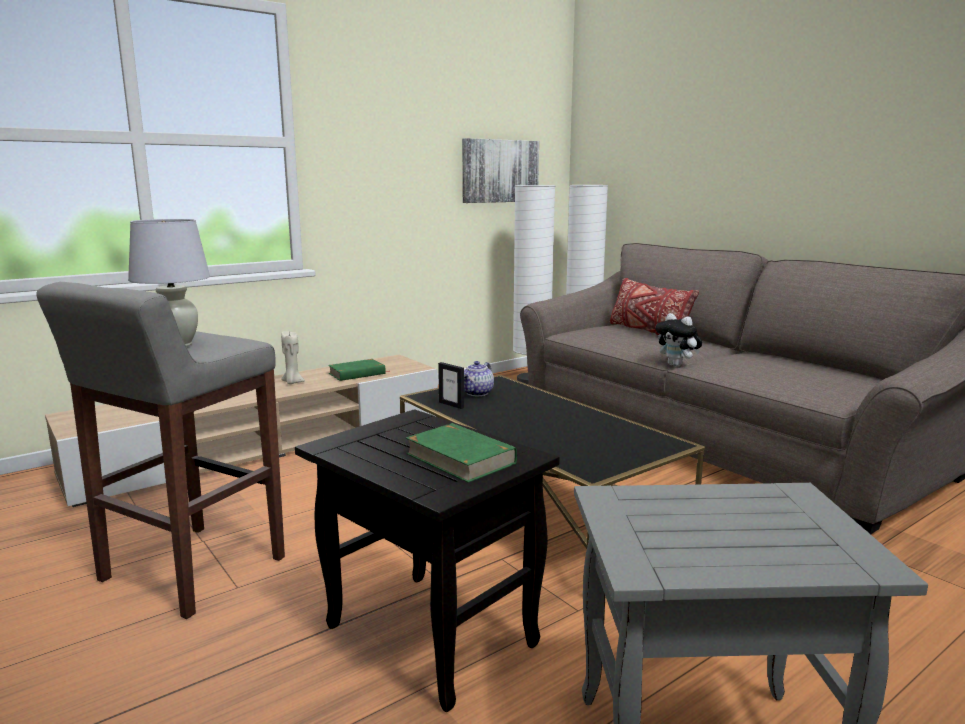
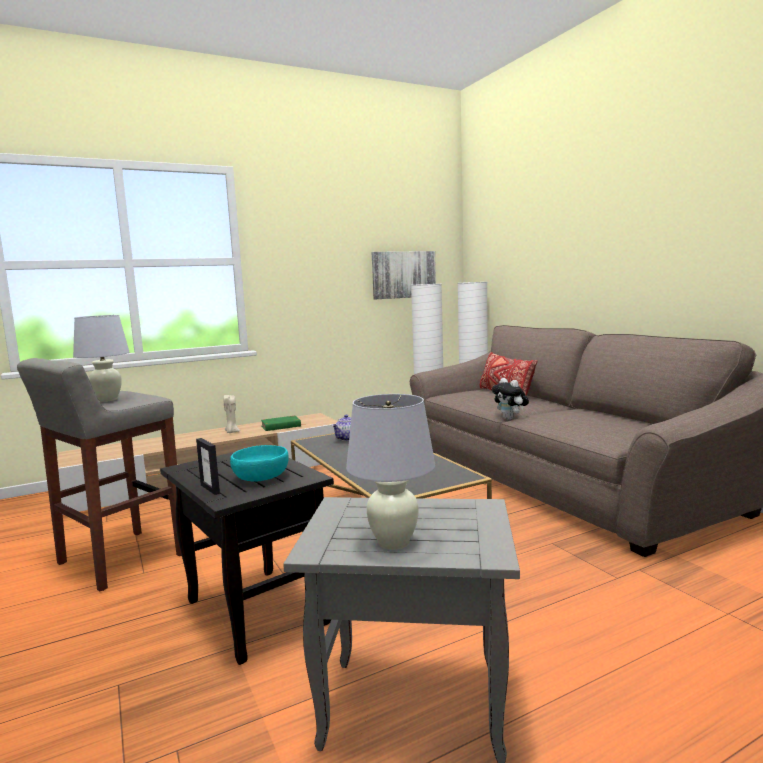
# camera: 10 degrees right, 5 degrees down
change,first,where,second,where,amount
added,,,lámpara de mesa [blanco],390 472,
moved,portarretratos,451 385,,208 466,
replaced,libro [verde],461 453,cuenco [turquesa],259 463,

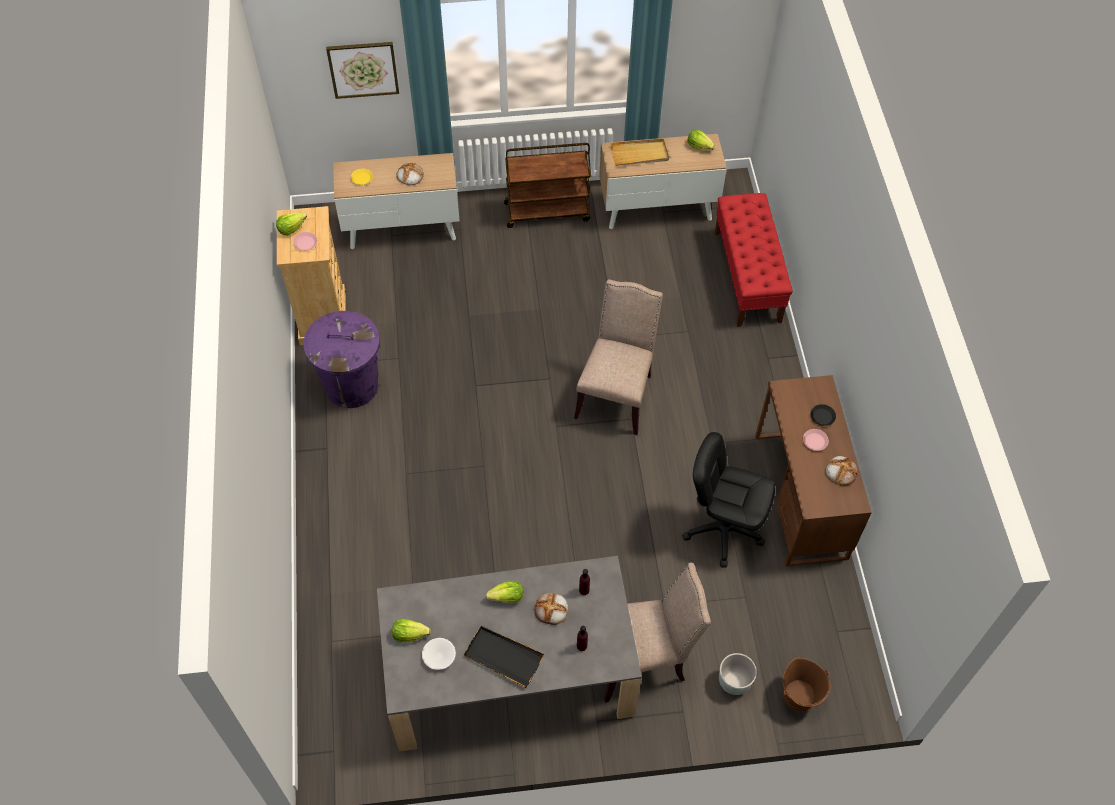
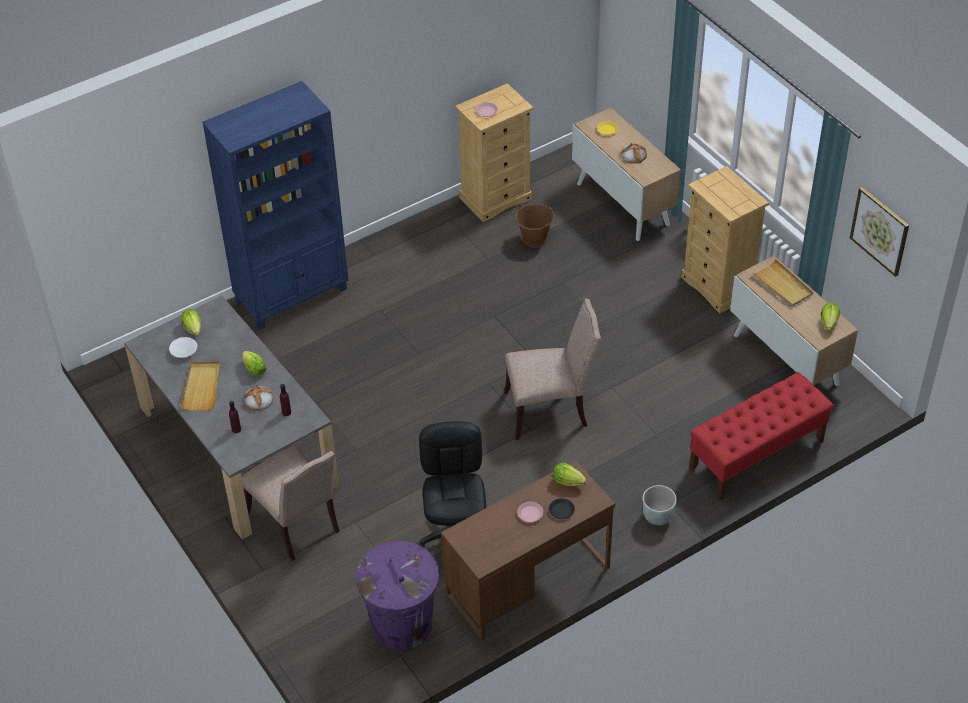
# camera: 65 degrees right, 10 degrees down
change,first,where,second,where,amount
removed,pan,842 471,,,
added,,,estantería [azul],275 205,
moved,lechuga,291 223,,570 474,
moved,papelera [morado],341 359,,397 595,
moved,cuadro,362 70,,879 232,
moved,maceta [gris],738 674,,660 505,
moved,cubo [marrón],807 684,,534 226,
replaced,carrito [marrón],547 185,cómoda [beis],725 239,
recoloured,bandeja [negro],504 657,bandeja [beis],200 386,

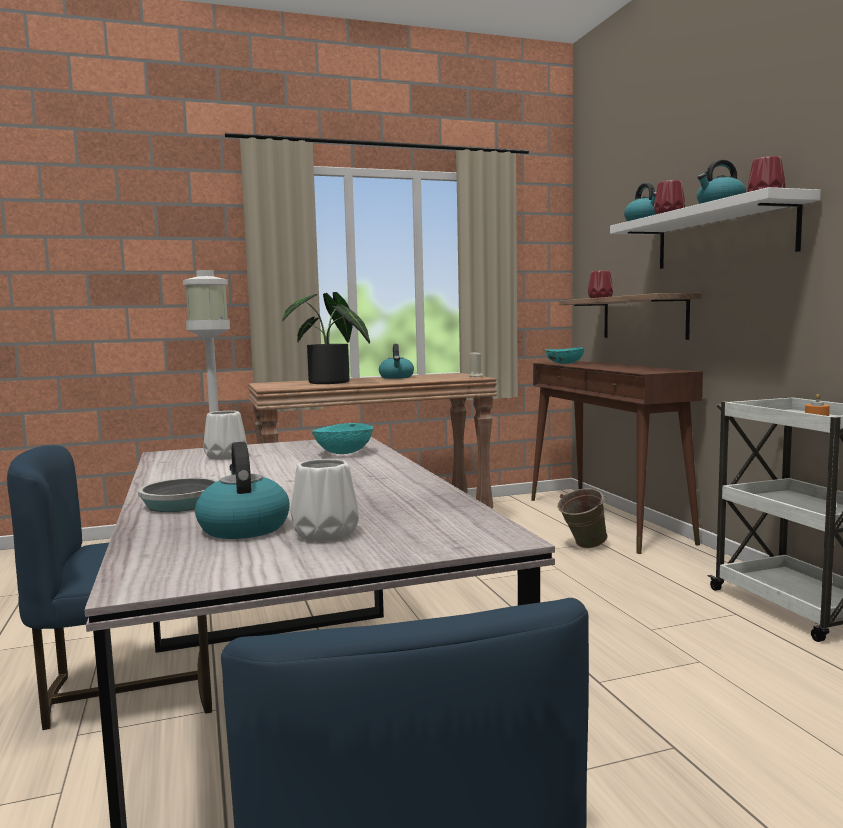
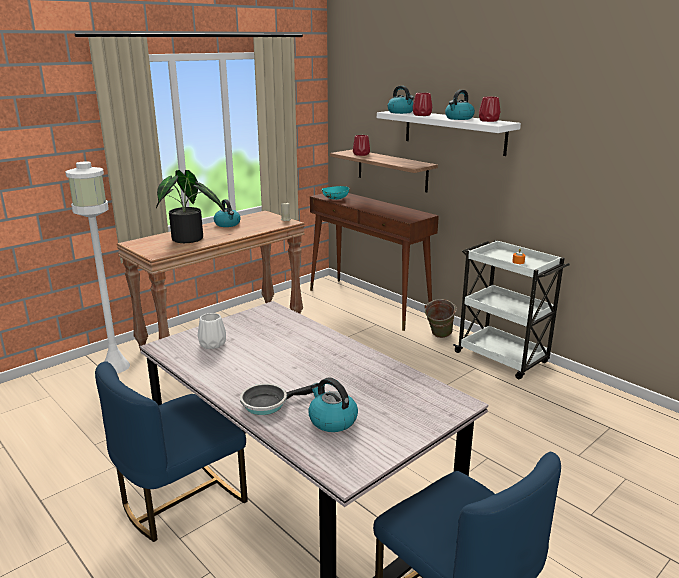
# camera: 25 degrees left, 15 degrees up
change,first,where,second,where,amount
removed,florero [blanco],325 500,,,
removed,cuenco [turquesa],342 438,,,
moved,cubo [verde],583 518,,440 318,

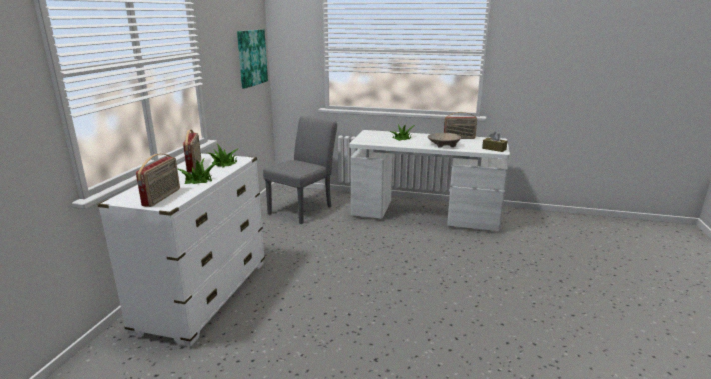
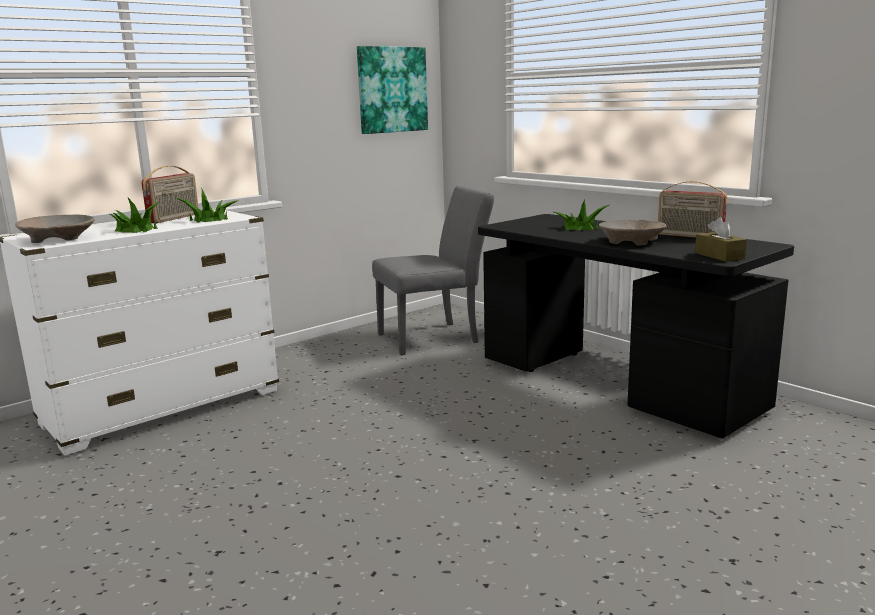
# camera: 35 degrees right, 5 degrees down
change,first,where,second,where,amount
replaced,radio,158 180,cuenco [beis],54 229,
recoloured,escritorio [blanco],430 180,escritorio [negro],636 326,

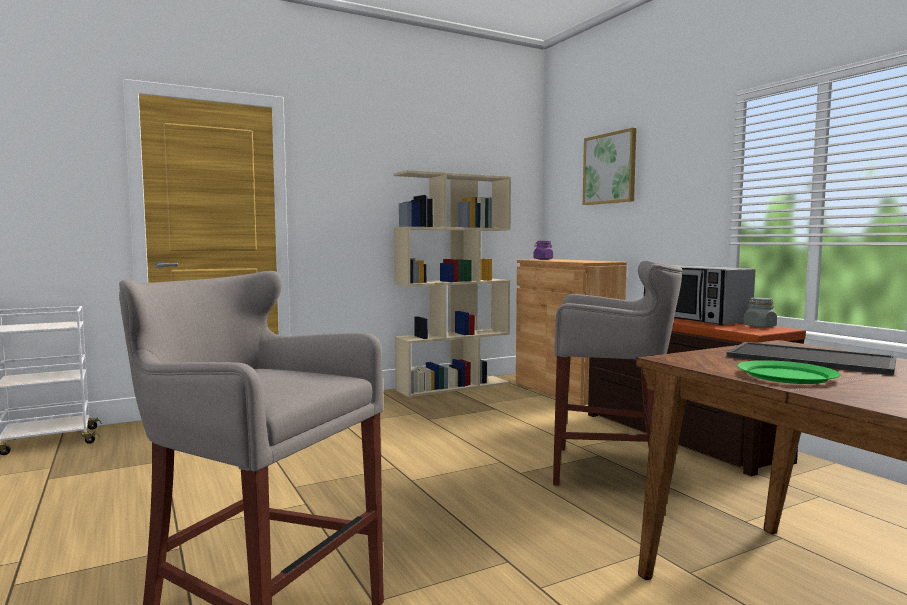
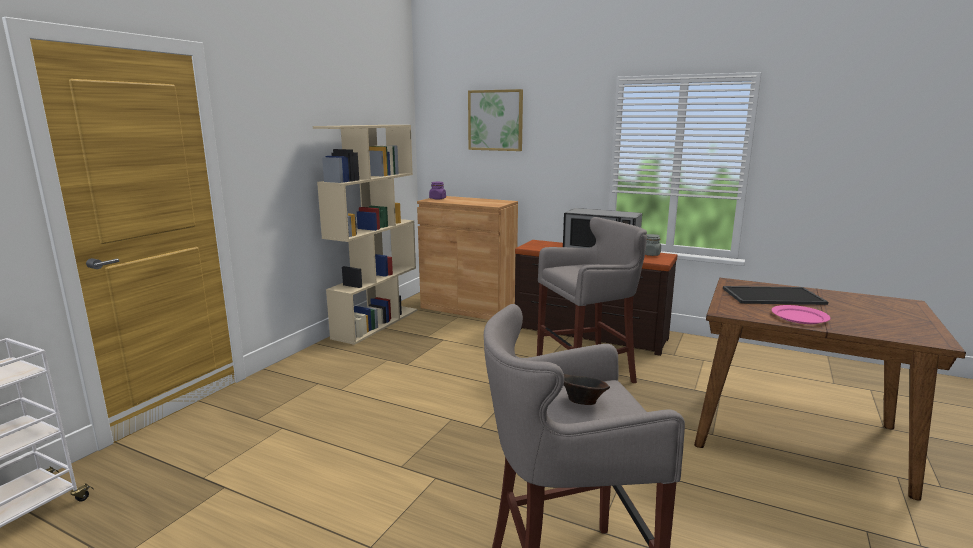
# camera: 35 degrees left, 10 degrees up
change,first,where,second,where,amount
added,,,cuenco [marrón],586 389,
recoloured,plato [verde],788 372,plato [rosa],800 314,

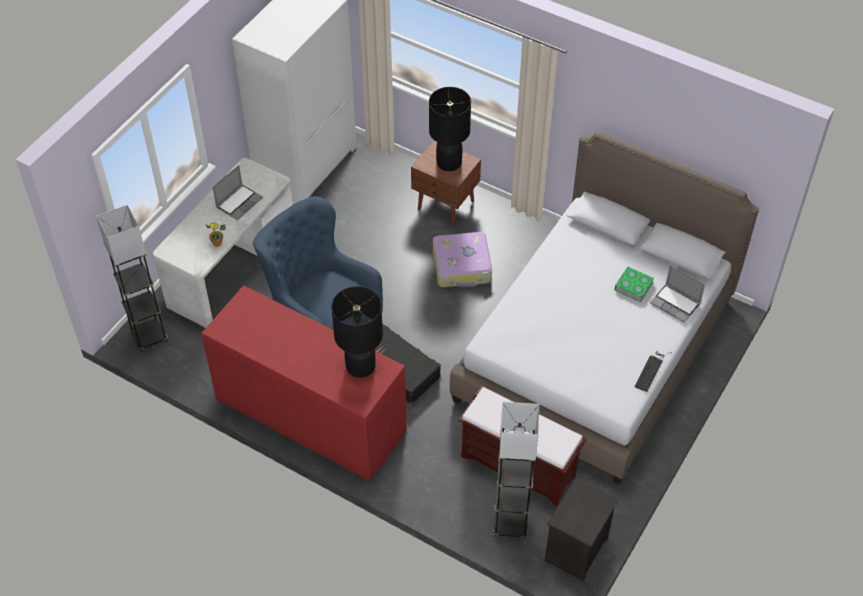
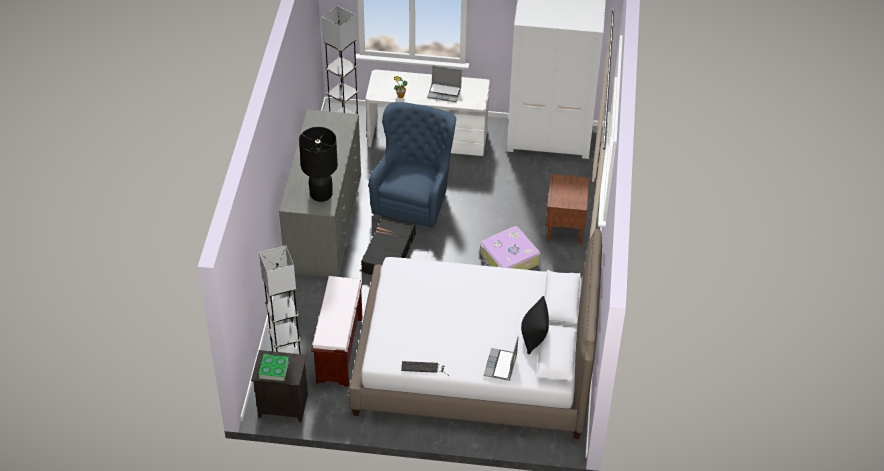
# camera: 65 degrees right, 5 degrees down
change,first,where,second,where,amount
removed,lámpara de mesa [negro],450 129,,,
added,,,cojín [negro],535 325,
moved,libro,634 284,,273 367,
recoloured,cómoda [rojo],304 383,cómoda [gris],320 193,

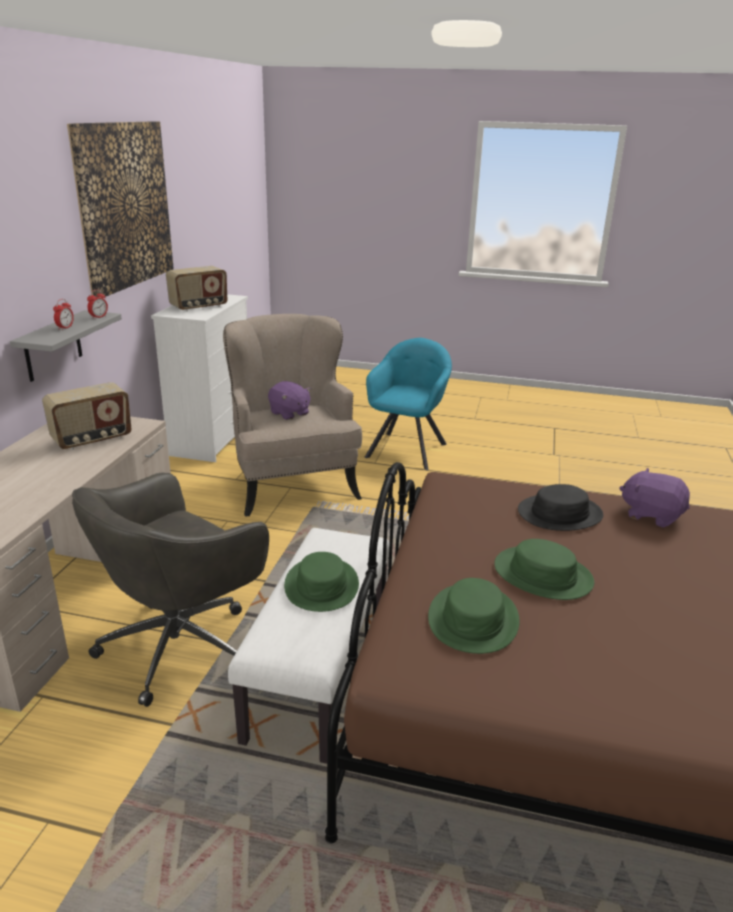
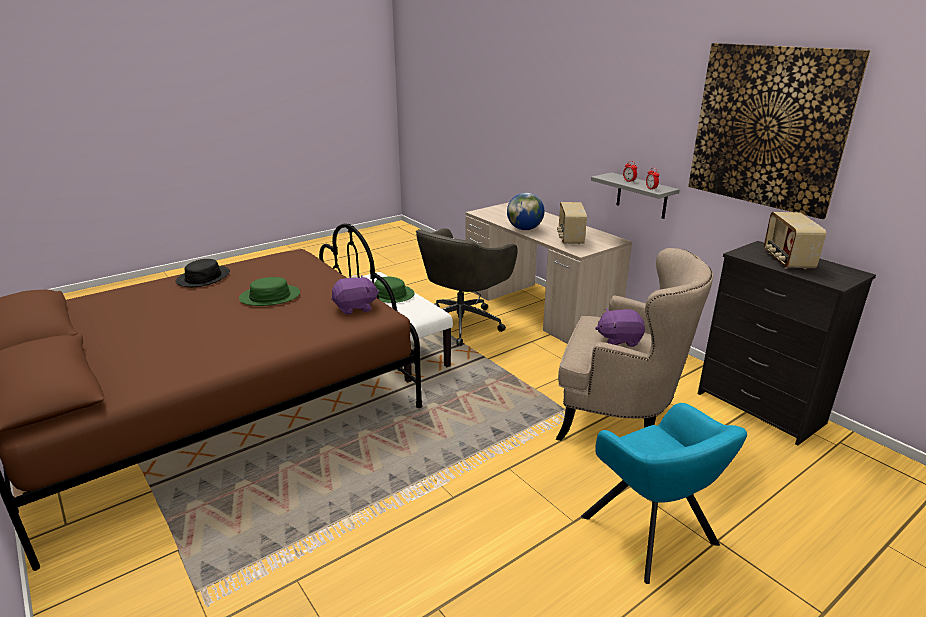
# camera: 130 degrees right, 0 degrees up
change,first,where,second,where,amount
removed,sombrero [verde],474 616,,,
added,,,globo terráqueo,525 211,
moved,sombrero [negro],560 507,,203 273,
moved,peluche [morado],654 497,,355 295,
recoloured,cómoda [blanco],199 378,cómoda [negro],787 343,
turned,silla de oficina [gris],170 590,,467 287,135 degrees counterclockwise

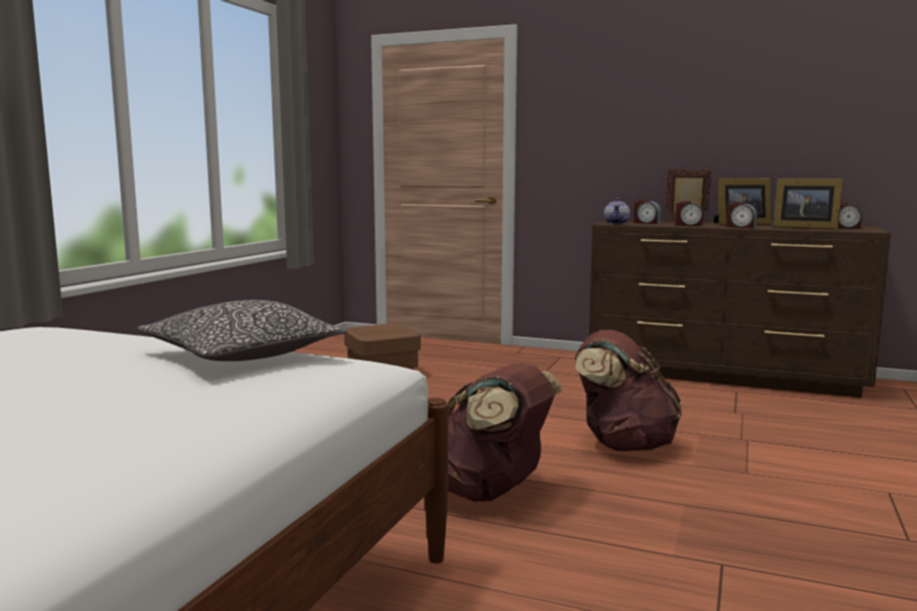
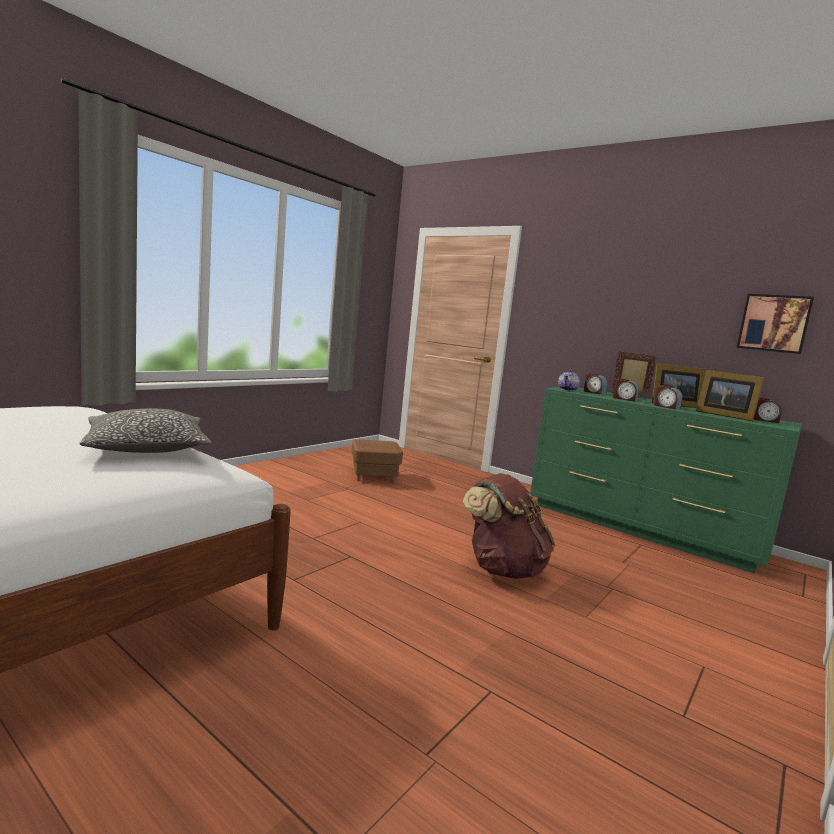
# camera: 15 degrees right, 0 degrees up
change,first,where,second,where,amount
removed,mochila [marrón],505 432,,,
added,,,cuadro,775 324,
recoloured,cómoda [marrón],740 309,cómoda [verde],666 480,

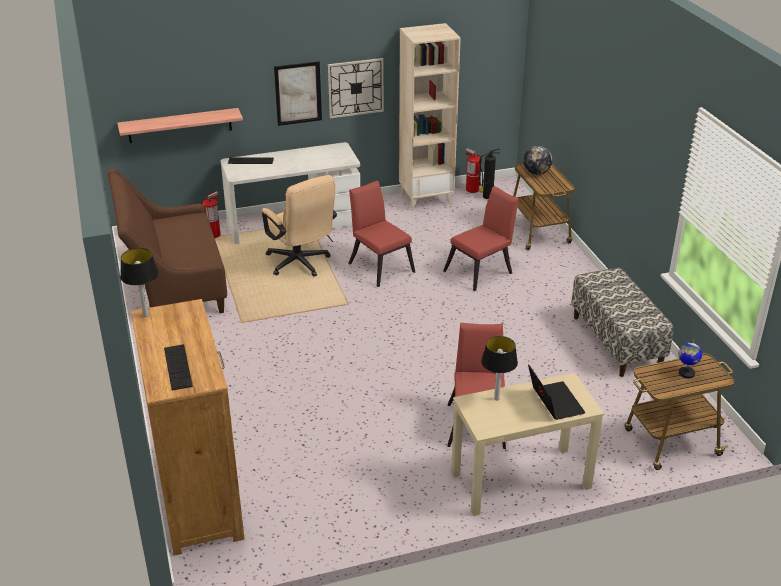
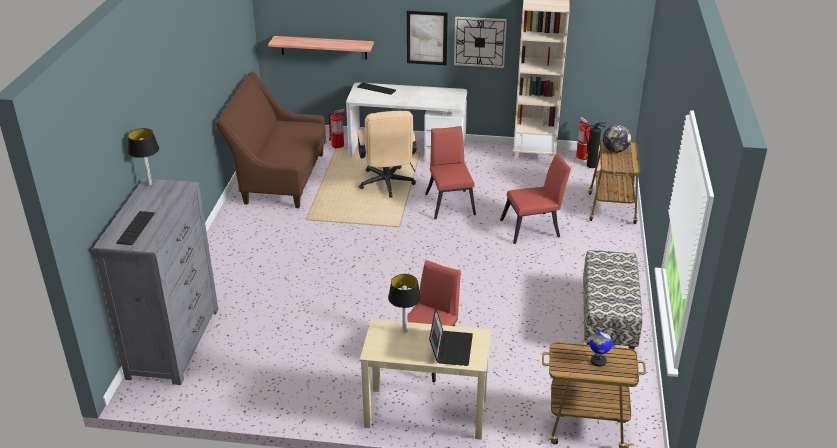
# camera: 25 degrees right, 0 degrees up
change,first,where,second,where,amount
recoloured,cómoda [marrón],188 427,cómoda [gris],155 281,

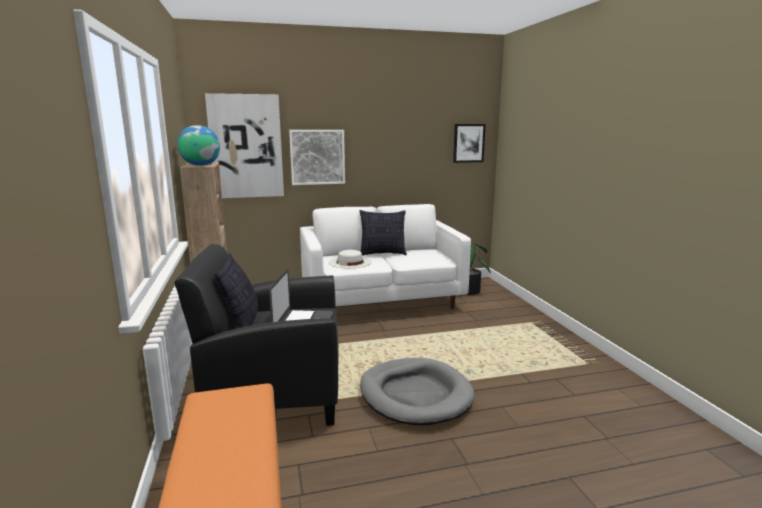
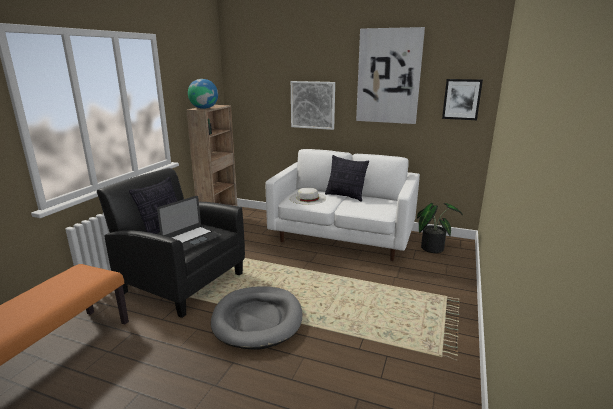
# camera: 35 degrees right, 5 degrees up
change,first,where,second,where,amount
moved,cuadro,244 145,,390 75,

